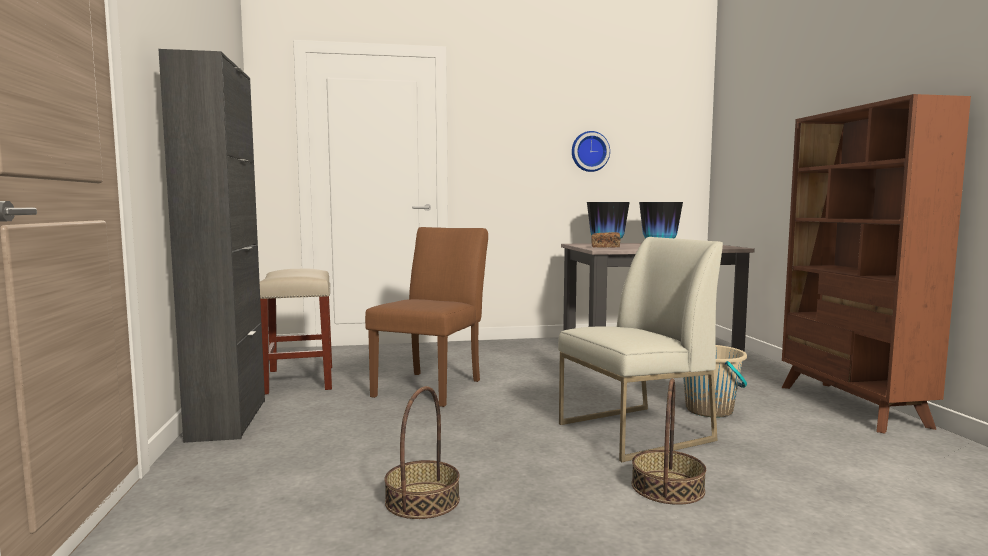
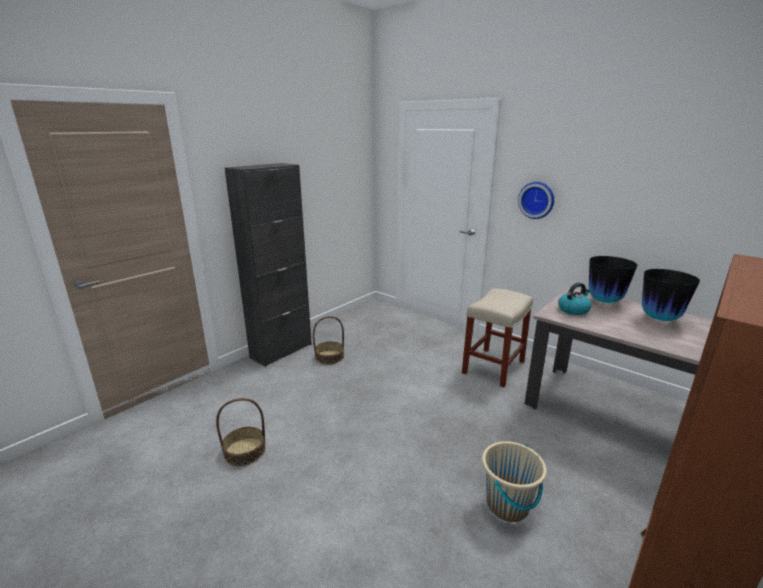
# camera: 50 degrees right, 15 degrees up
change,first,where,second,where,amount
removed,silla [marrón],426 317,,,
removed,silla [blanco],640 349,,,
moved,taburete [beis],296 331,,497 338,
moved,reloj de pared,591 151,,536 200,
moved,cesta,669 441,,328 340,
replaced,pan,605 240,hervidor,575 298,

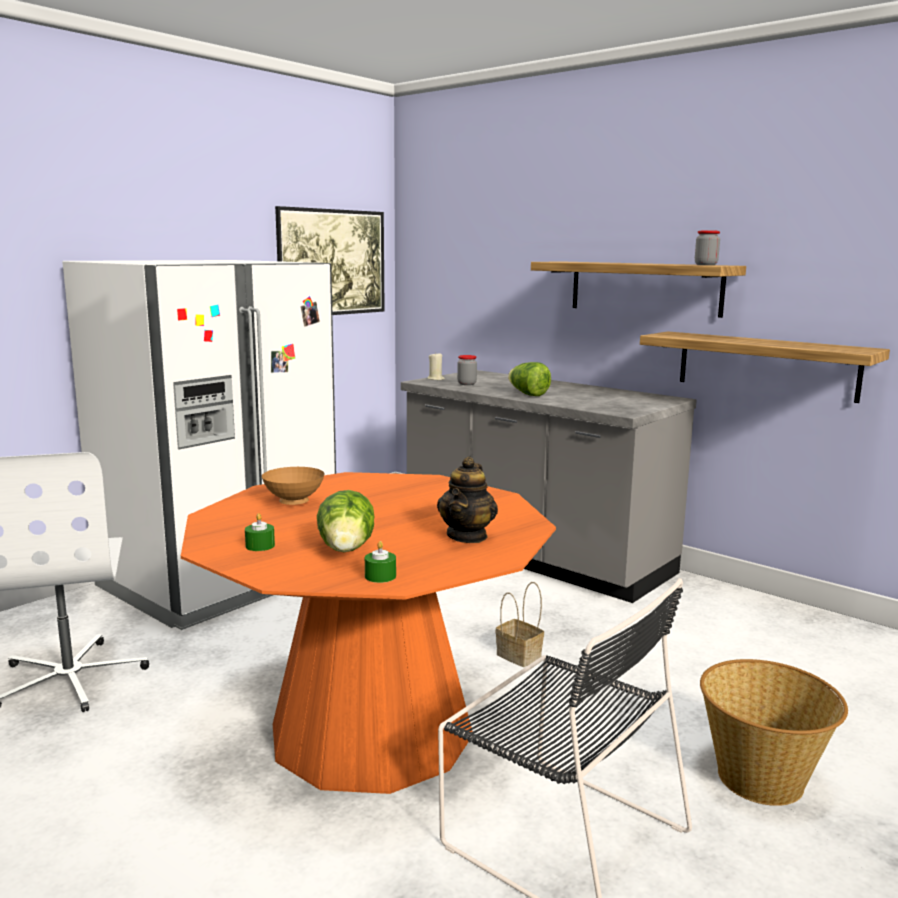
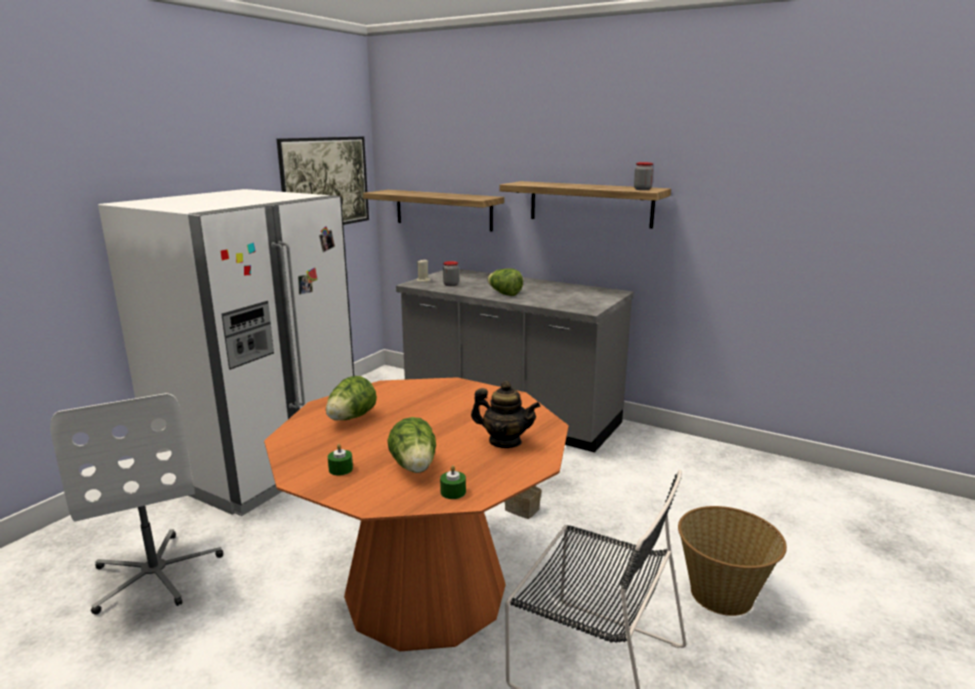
# camera: 10 degrees left, 5 degrees up
change,first,where,second,where,amount
moved,estante,765 367,,433 210,
replaced,cuenco [marrón],293 486,lechuga,351 398,
turned,tetera,467 499,,505 414,75 degrees counterclockwise

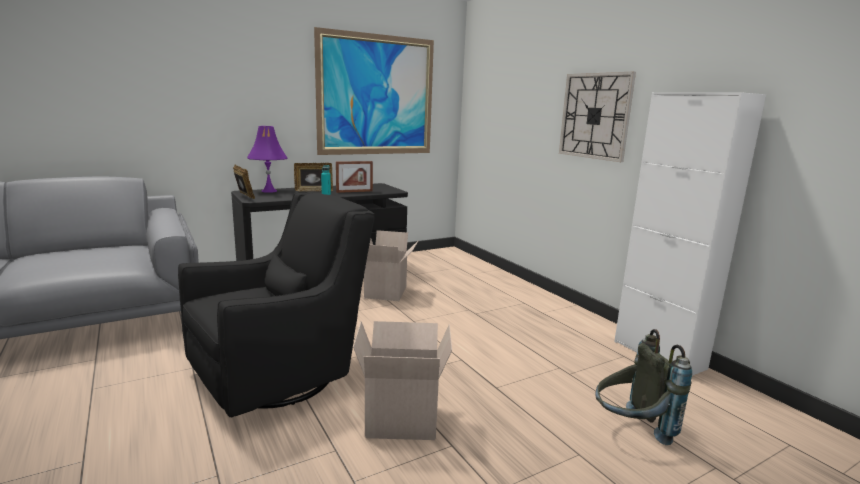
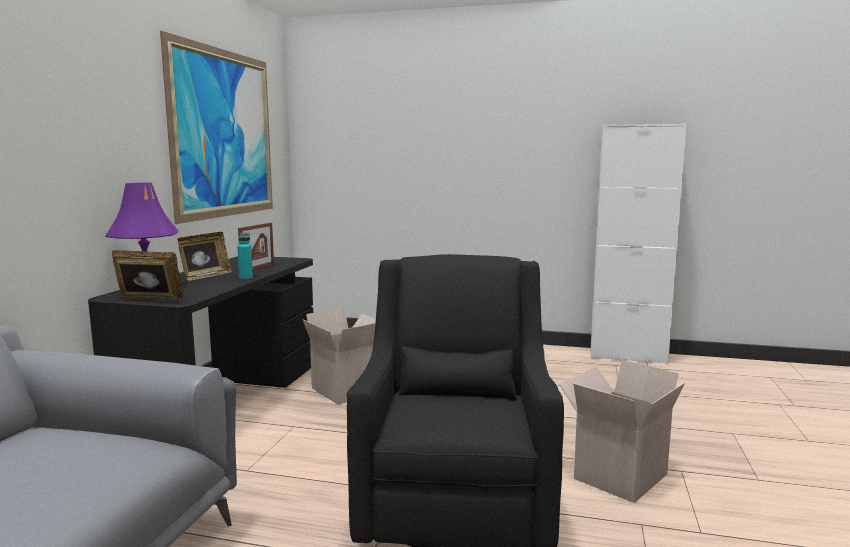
# camera: 45 degrees left, 5 degrees down
change,first,where,second,where,amount
removed,reloj de pared,597 117,,,
removed,mochila [gris],643 387,,,

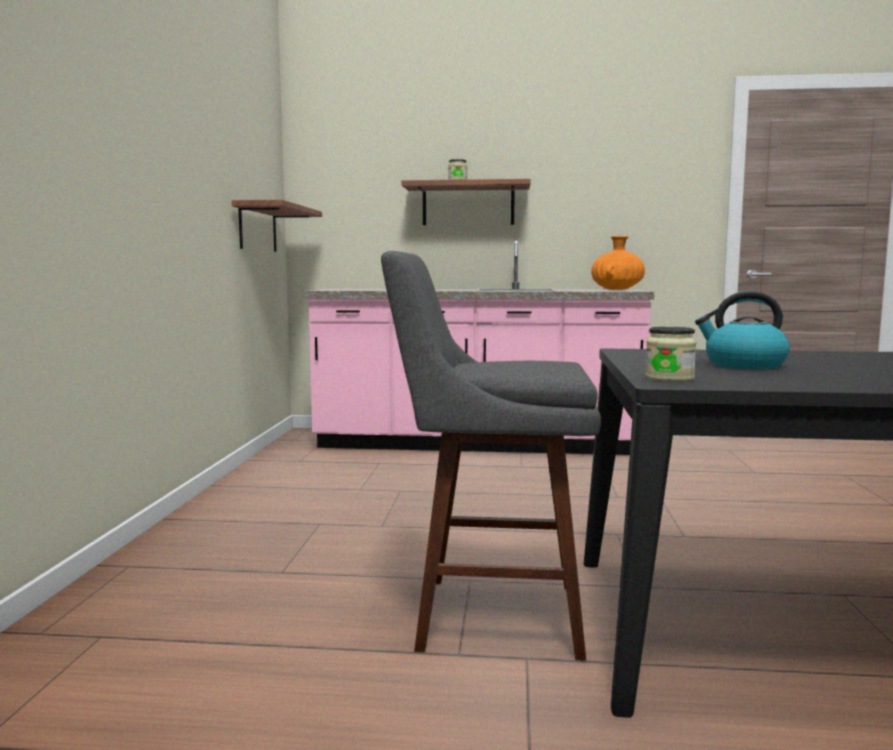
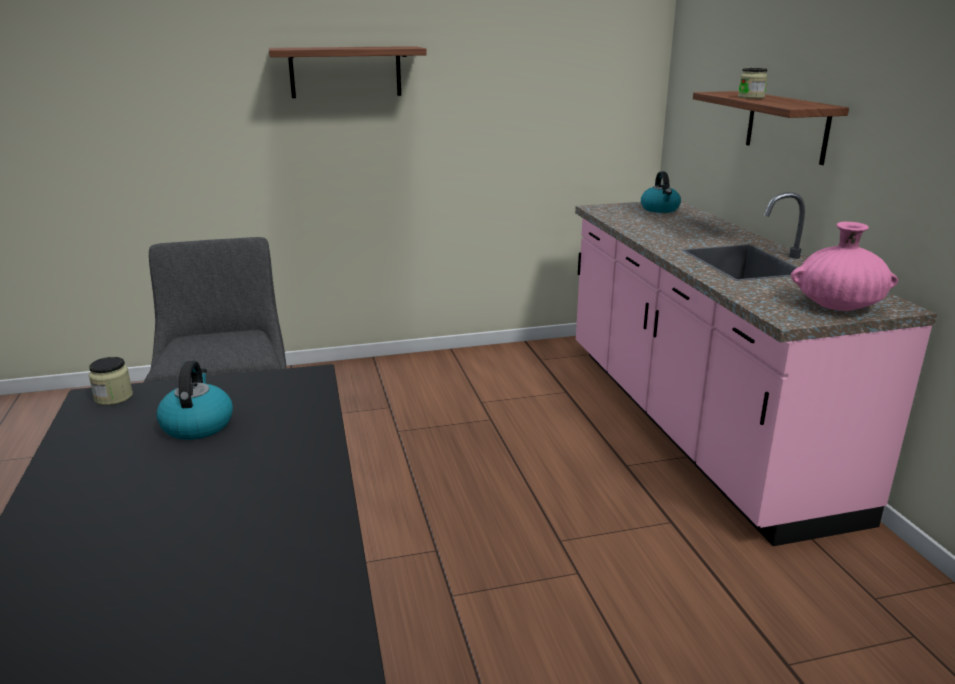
# camera: 70 degrees right, 15 degrees up
change,first,where,second,where,amount
added,,,hervidor,661 192,
moved,estante,277 226,,348 72,
recoloured,florero [naranja],618 263,florero [rosa],844 266,

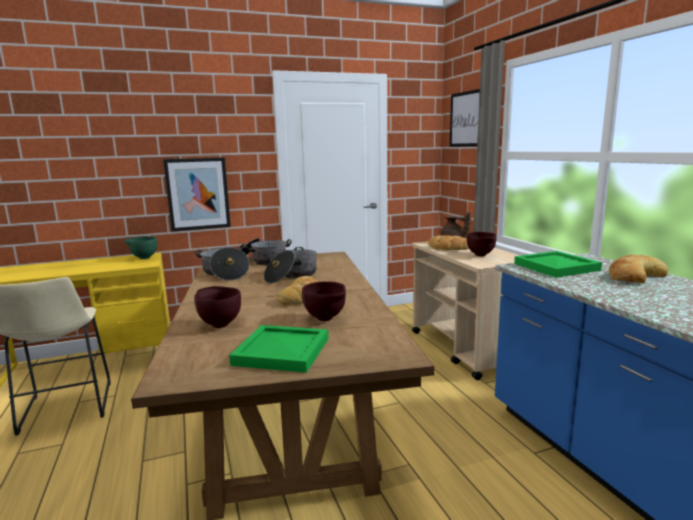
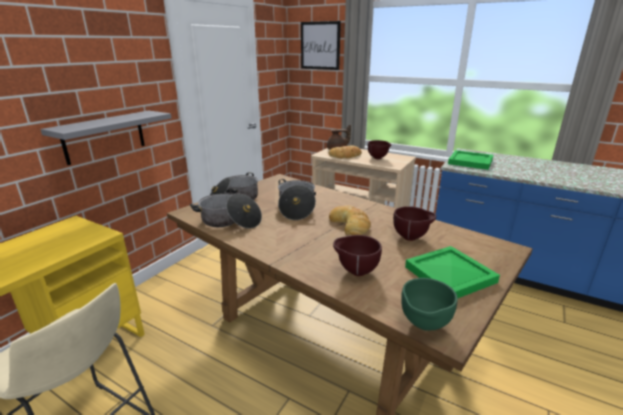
# camera: 40 degrees left, 10 degrees up
change,first,where,second,where,amount
removed,pan,638 269,,,
moved,cuenco [verde],140 247,,429 304,
replaced,cuadro,197 194,estante [gris],106 138,

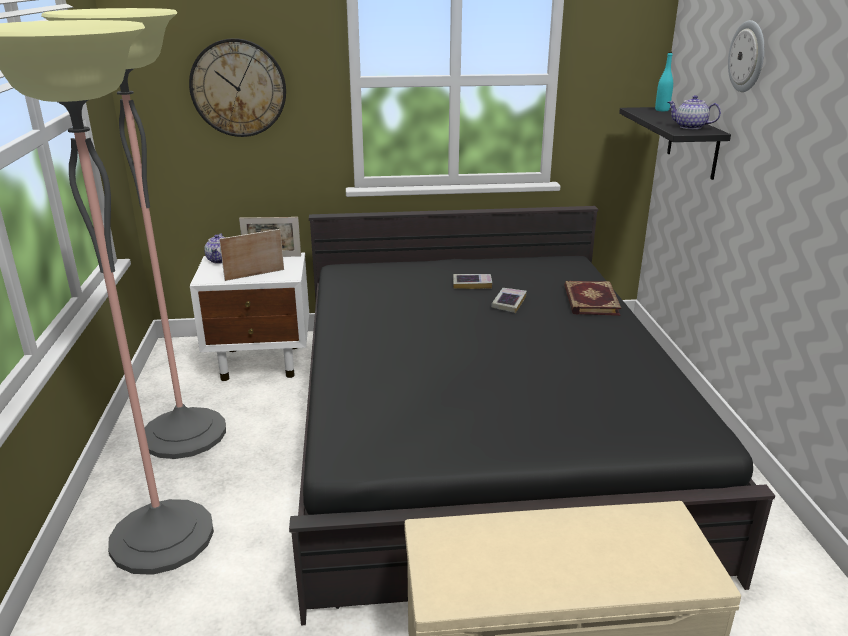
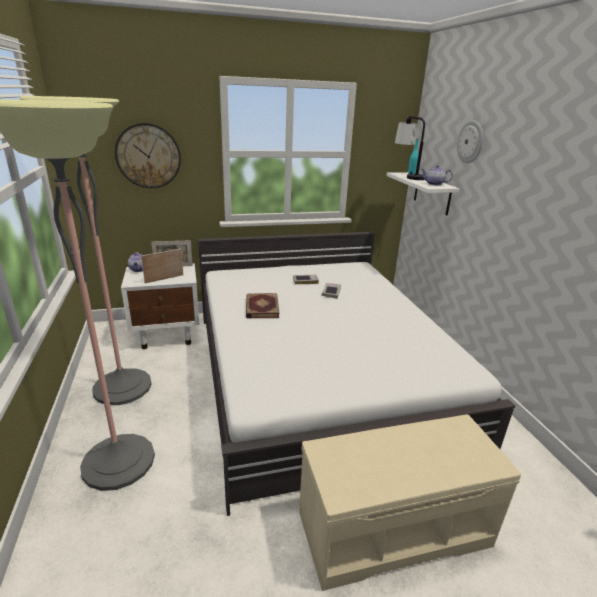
# camera: 10 degrees left, 0 degrees up
change,first,where,second,where,amount
added,,,lámpara de mesa,410 148,
moved,libro,592 298,,262 305,
recoloured,cama [negro],532 415,cama [blanco],356 374,
recoloured,estante [negro],675 143,estante [blanco],422 194,

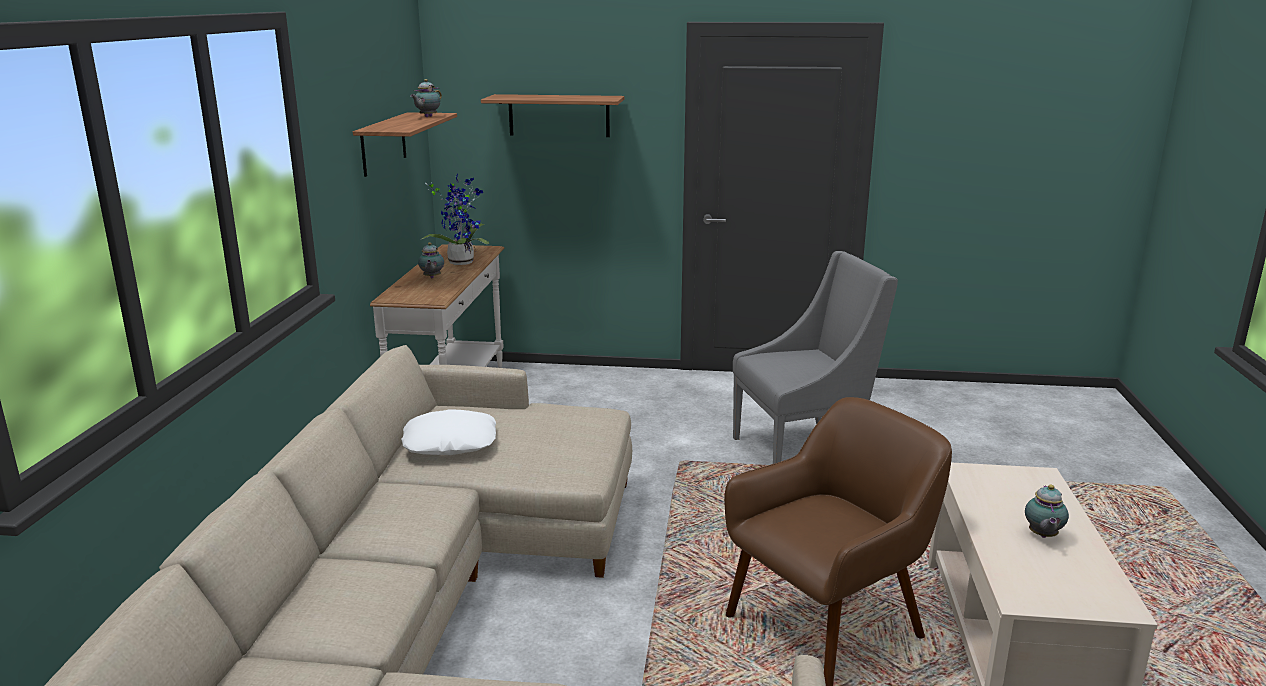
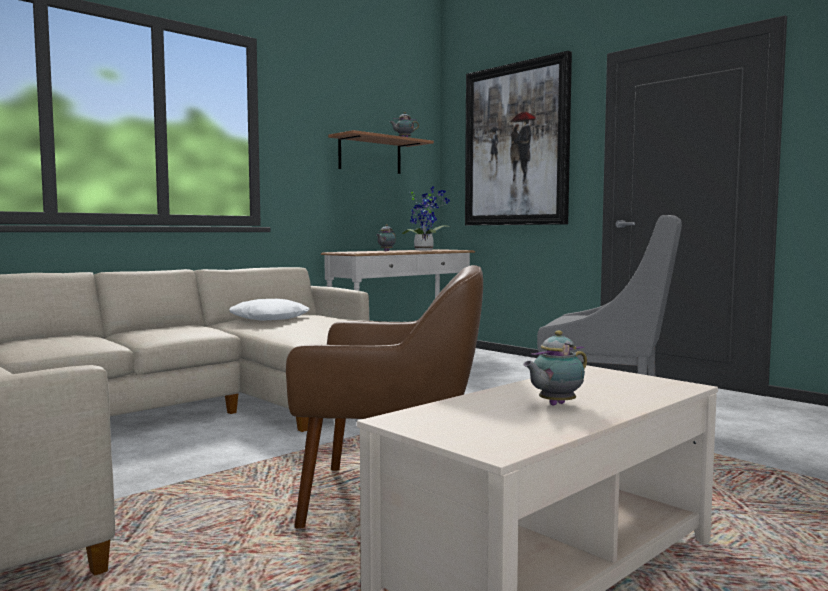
# camera: 40 degrees right, 15 degrees down
change,first,where,second,where,amount
replaced,estante,552 115,cuadro,518 138,

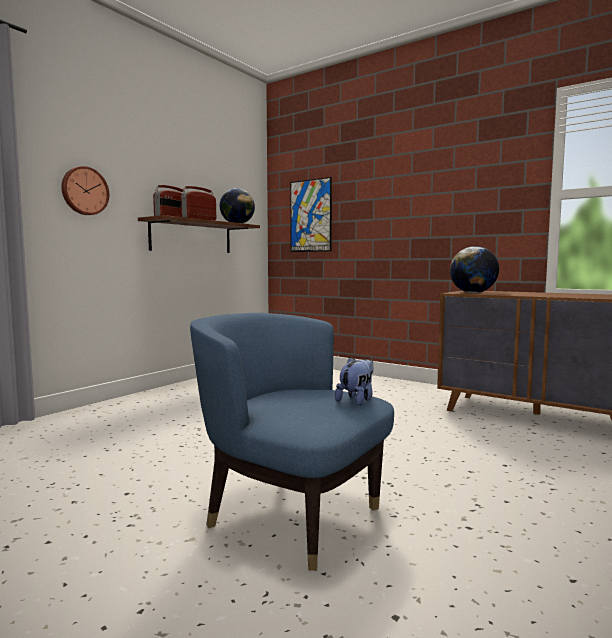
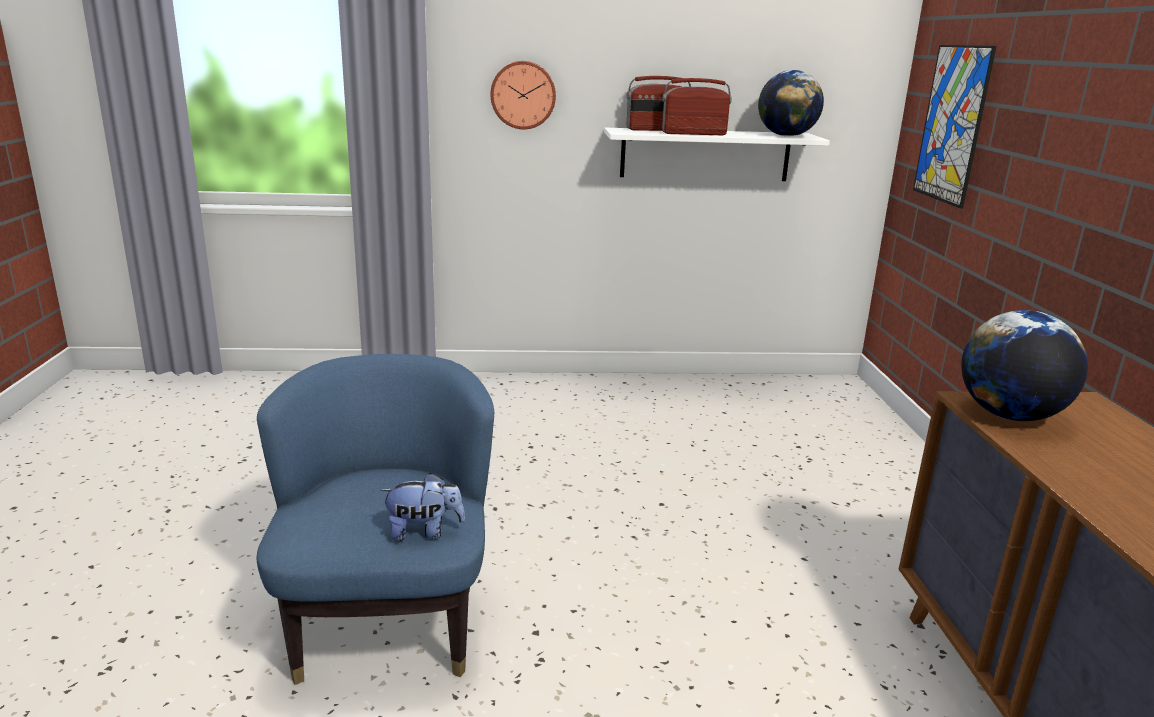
# camera: 50 degrees right, 15 degrees up
change,first,where,second,where,amount
recoloured,estante [marrón],199 234,estante [blanco],717 154,

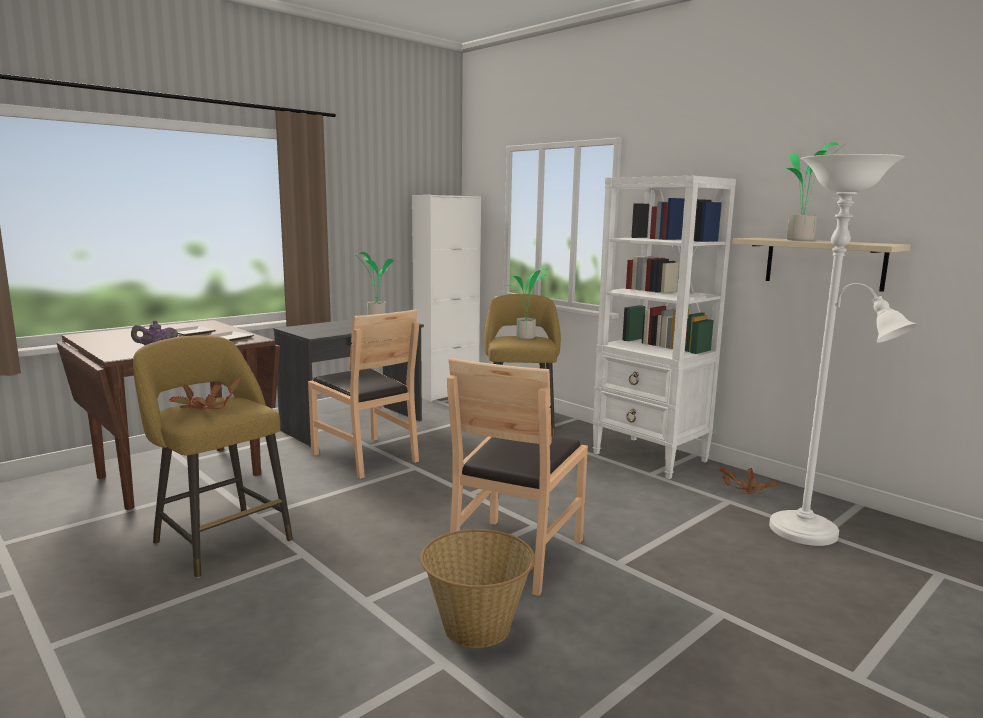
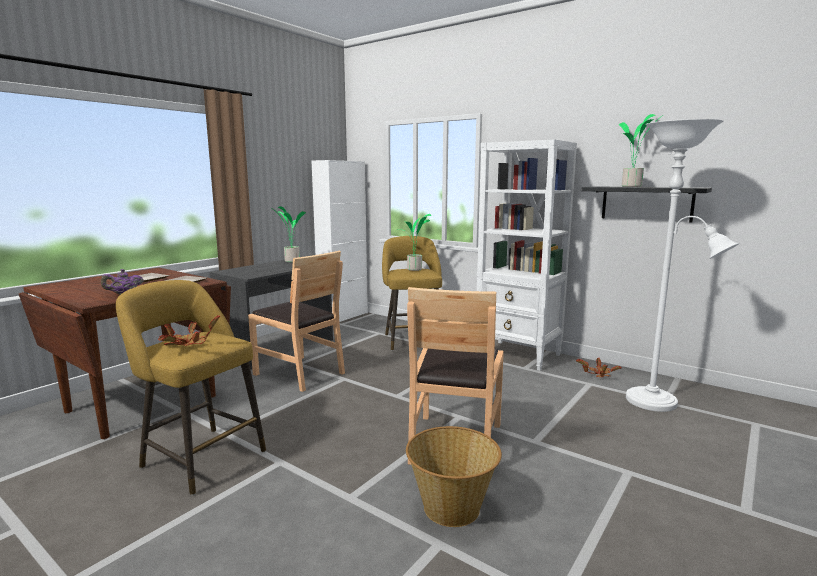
# camera: 10 degrees left, 0 degrees up
change,first,where,second,where,amount
recoloured,estante [beis],821 265,estante [negro],646 204,

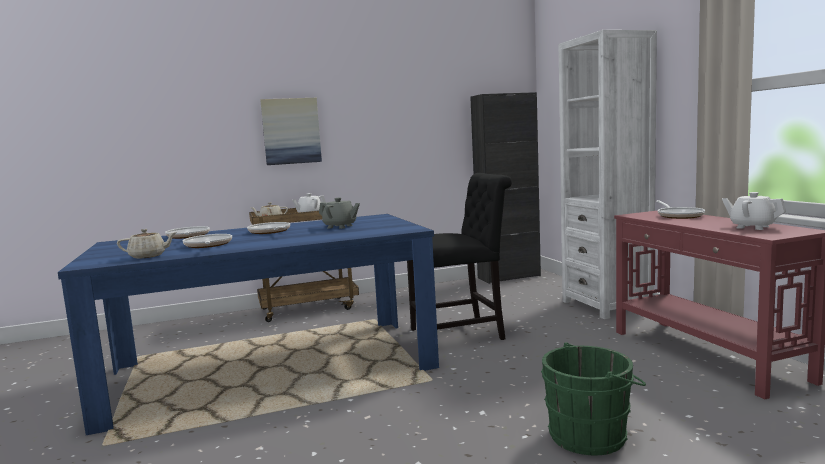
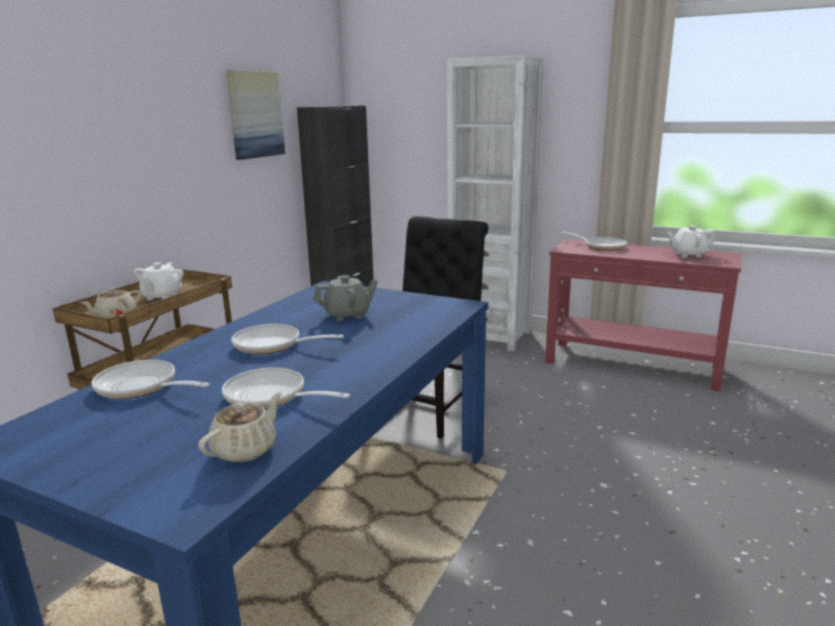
# camera: 45 degrees left, 10 degrees up
change,first,where,second,where,amount
removed,cubo [verde],593 399,,,
moved,cuadro,291 131,,255 115,

